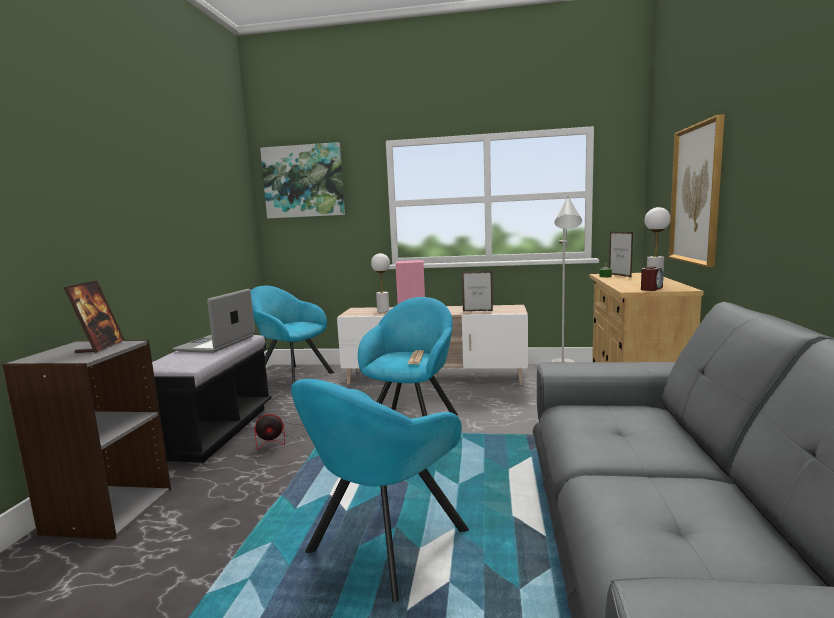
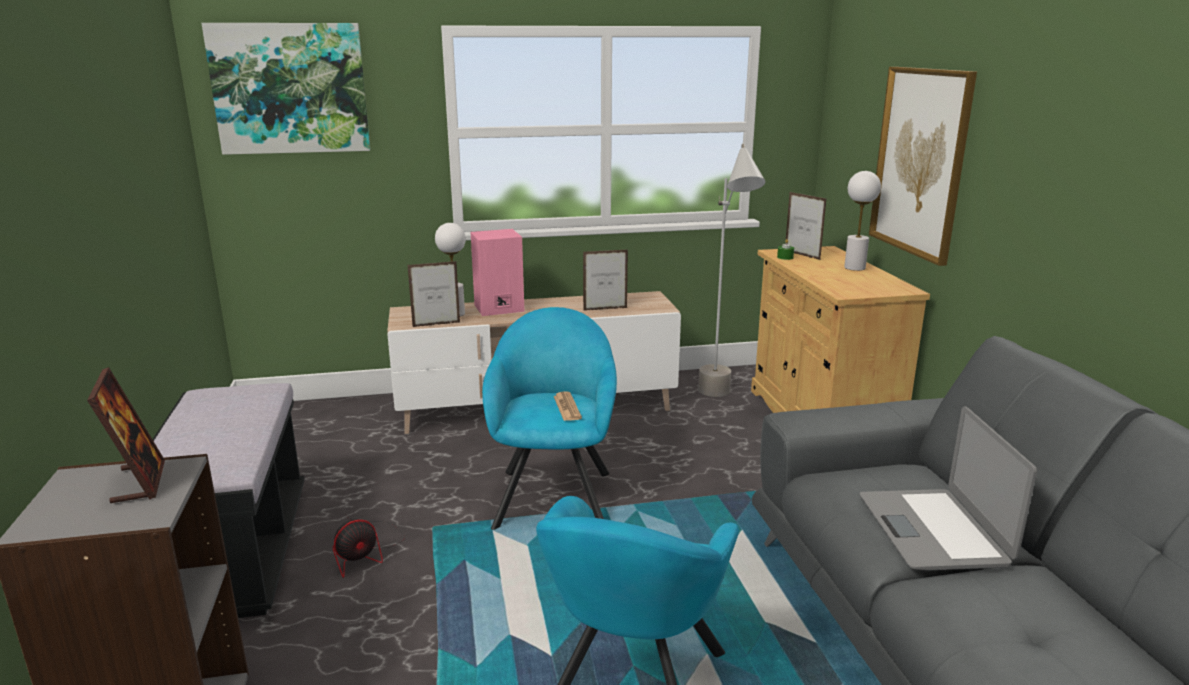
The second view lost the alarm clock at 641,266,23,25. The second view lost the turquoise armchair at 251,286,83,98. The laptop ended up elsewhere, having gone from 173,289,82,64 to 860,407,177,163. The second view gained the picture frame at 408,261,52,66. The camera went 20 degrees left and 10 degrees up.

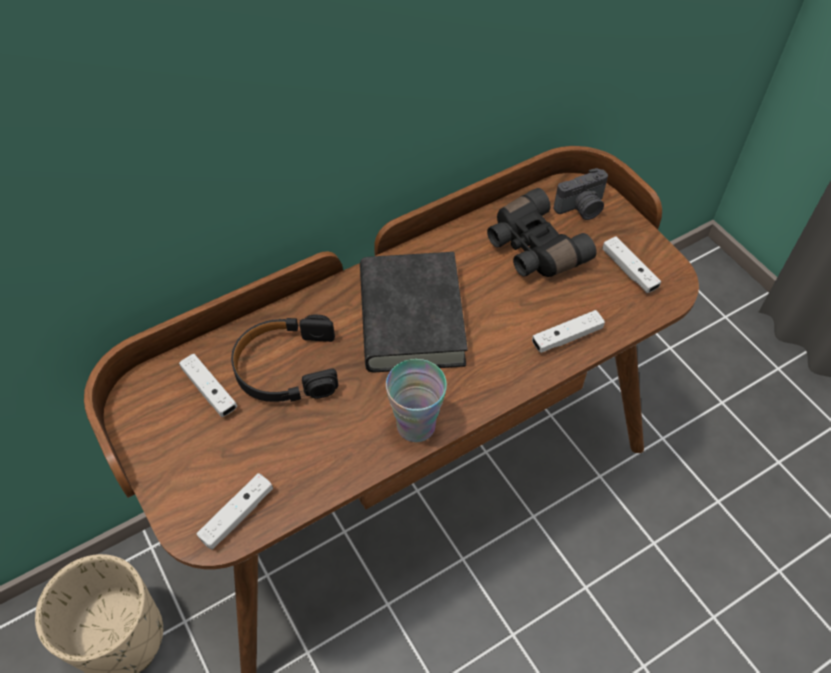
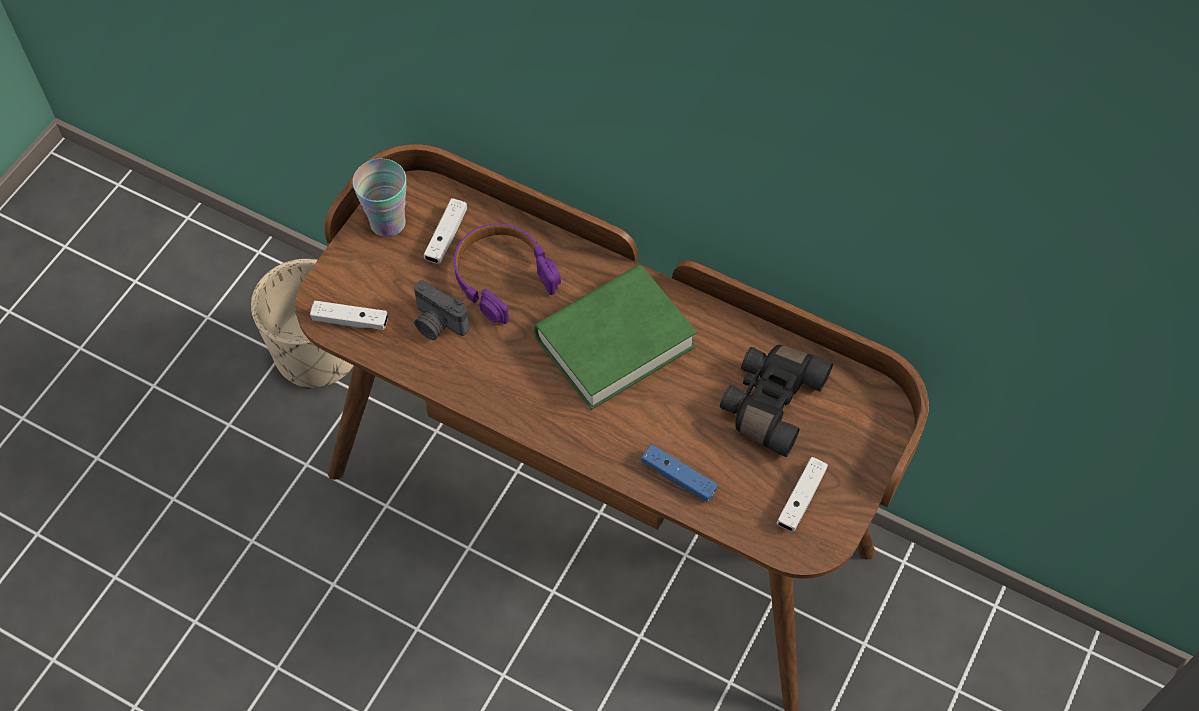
The photo camera ended up elsewhere, having gone from 554,168,54,52 to 414,280,56,60. What was the black book at 360,252,108,120 turned into the green book at 534,264,163,146. What was the white game controller at 532,310,73,43 turned into the blue game controller at 641,444,77,58. What was the black headphones at 231,315,107,87 turned into the purple headphones at 454,223,107,101. The cup ended up elsewhere, having gone from 386,359,61,83 to 352,159,54,78. The camera went 60 degrees right and 5 degrees up.

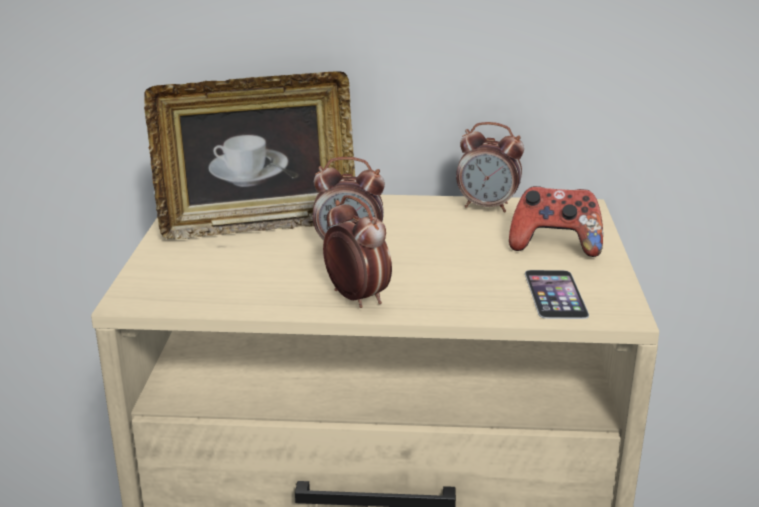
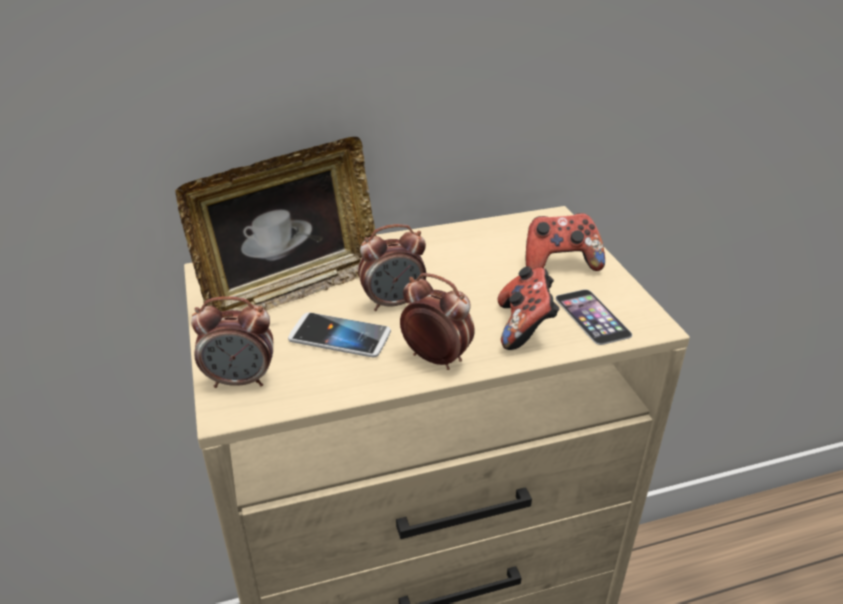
The alarm clock ended up elsewhere, having gone from 456,122,68,90 to 191,296,82,92. The second view gained the game controller at 498,266,61,84. The second view gained the phone at 288,312,103,46. The camera went 20 degrees left and 10 degrees up.

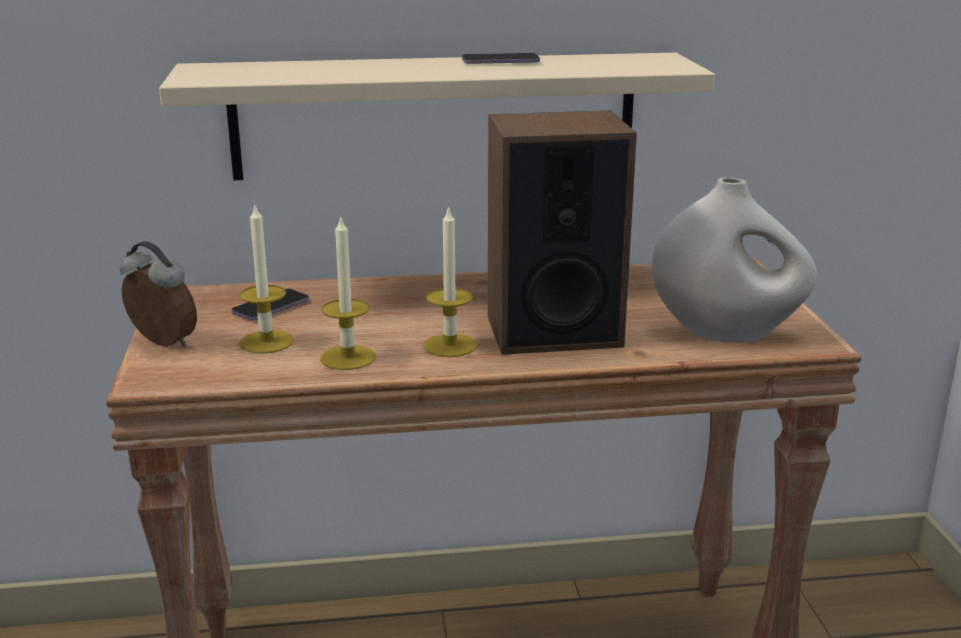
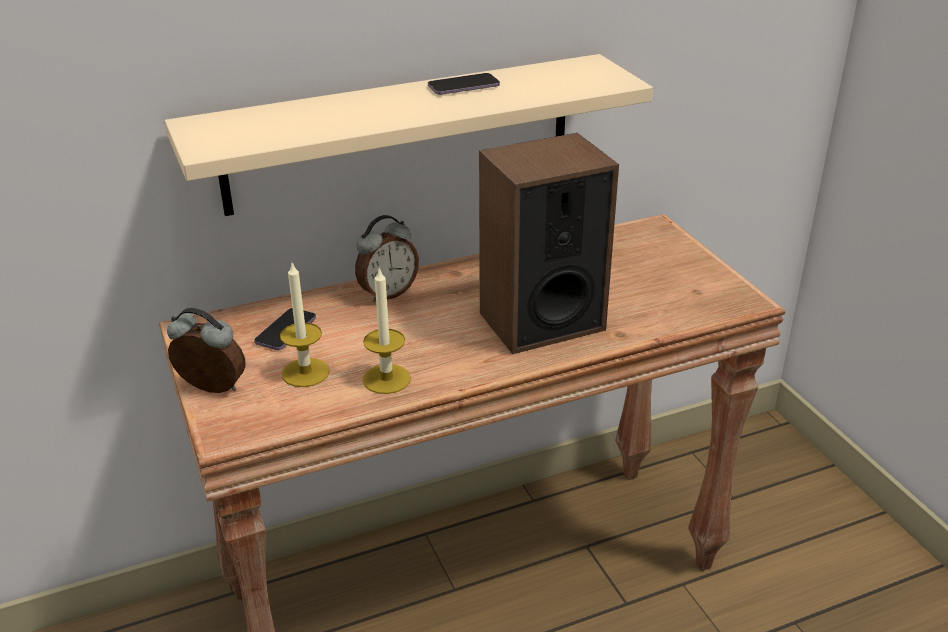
The second view lost the white vase at 652,177,165,166. The second view lost the candle at 423,206,54,151. The second view gained the alarm clock at 355,215,64,87. The camera went 15 degrees left and 10 degrees up.

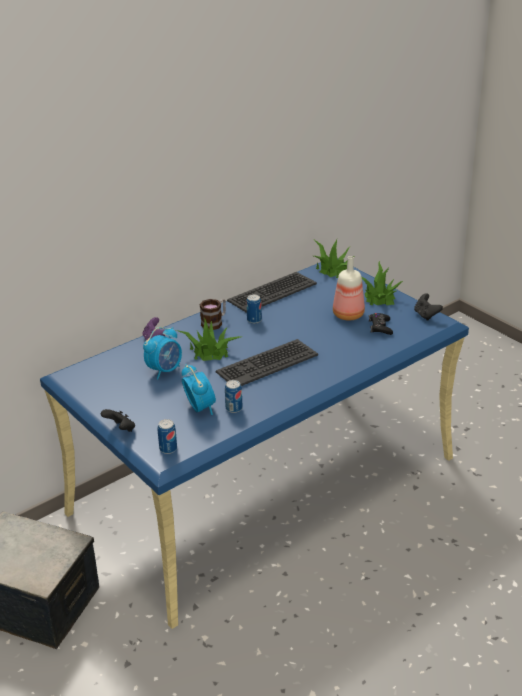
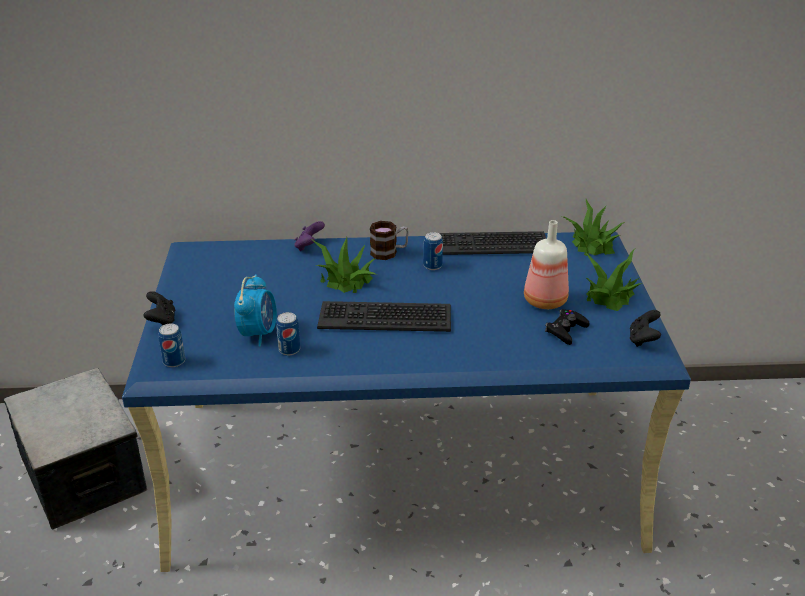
The second view lost the alarm clock at 143,327,39,52. The camera went 35 degrees right and 0 degrees up.

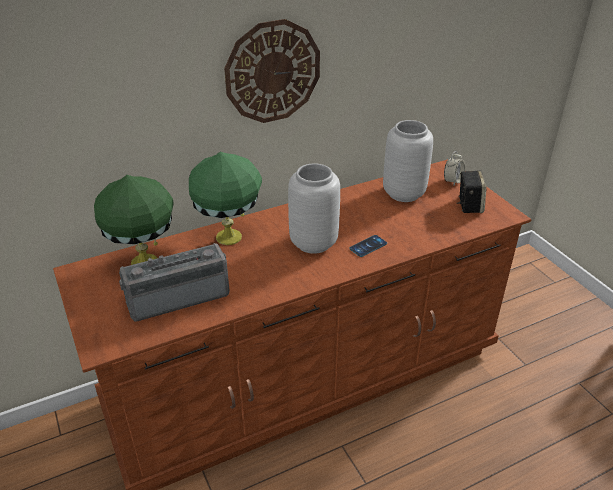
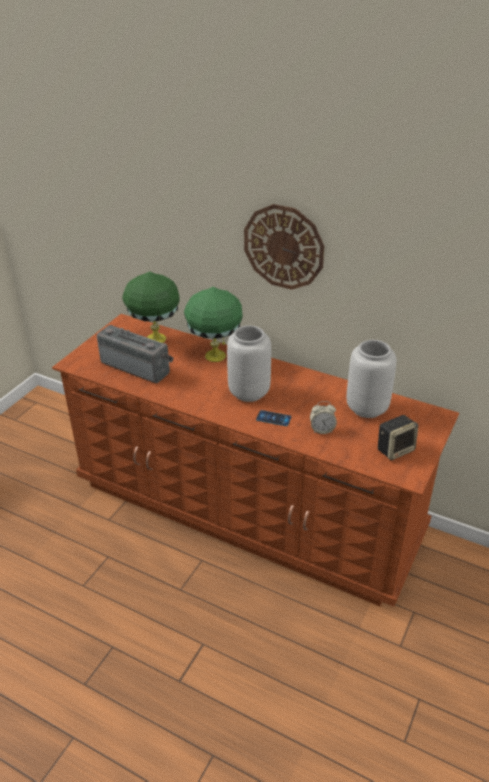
The alarm clock ended up elsewhere, having gone from 444,151,21,34 to 310,401,27,33. The camera went 55 degrees right and 0 degrees up.

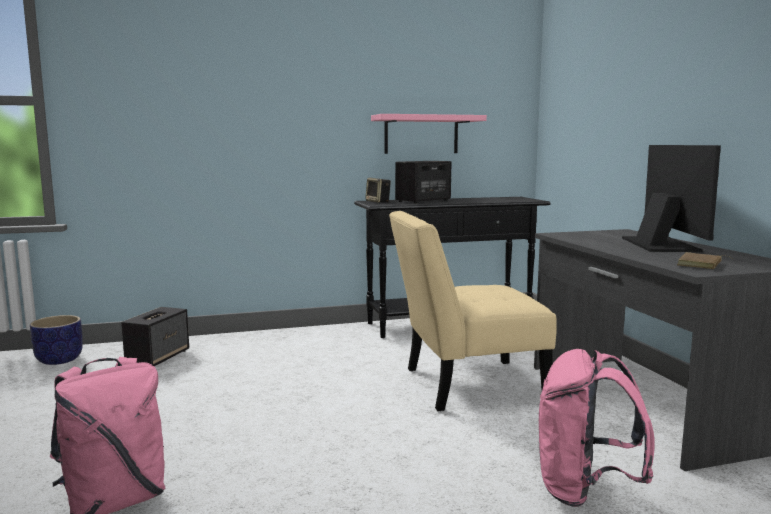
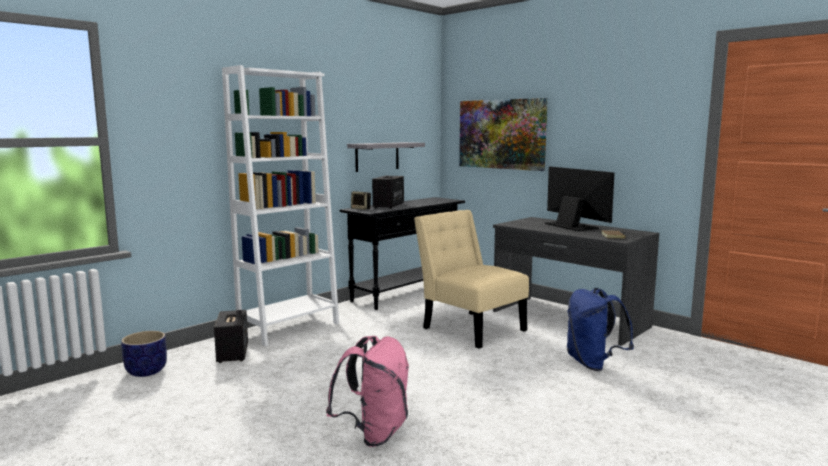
What was the pink shelf at 371,114,116,40 turned into the grey shelf at 347,142,78,30. The beige chair at 389,211,168,200 ended up facing another way, 90 degrees clockwise from before. What was the pink backpack at 539,349,116,158 turned into the blue backpack at 567,288,67,83. The second view gained the white bookcase at 222,65,117,281. The second view gained the picture at 459,98,89,73. The camera went 30 degrees left and 0 degrees up.

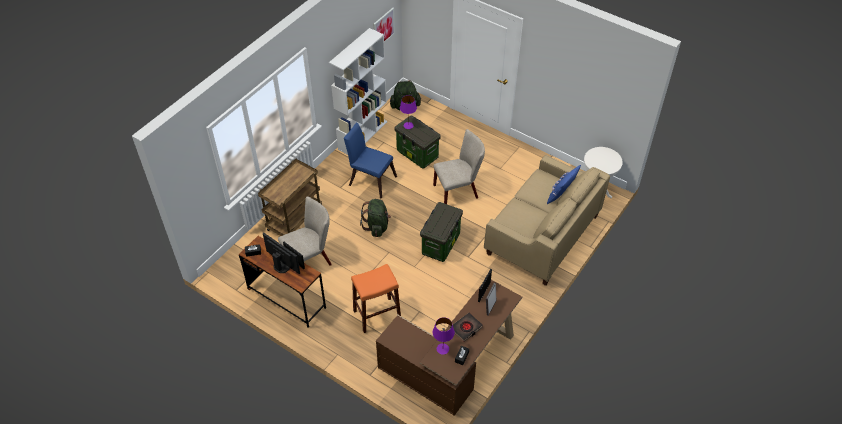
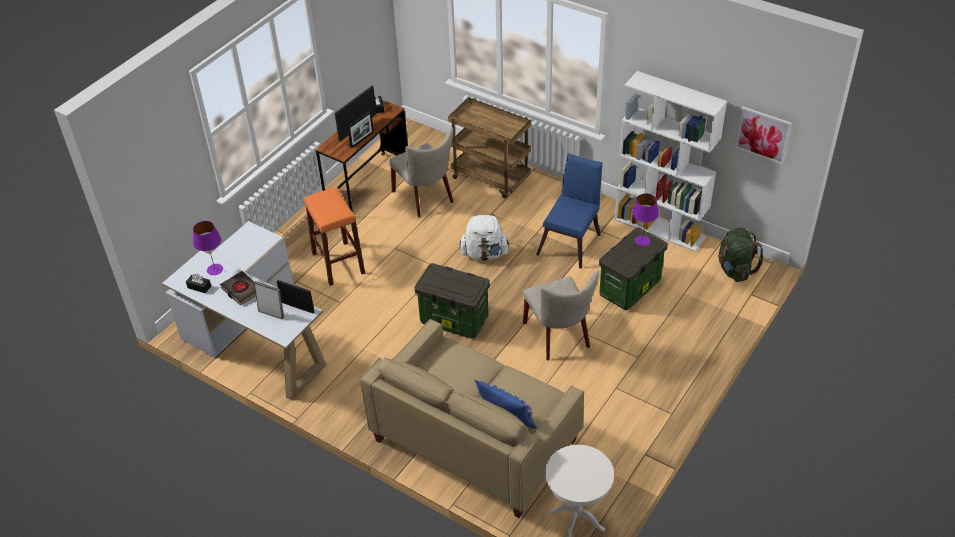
What was the green backpack at 360,199,31,38 turned into the white backpack at 460,214,50,47. What was the brown desk at 376,280,146,136 turned into the white desk at 162,221,165,180. The camera went 90 degrees right and 5 degrees down.

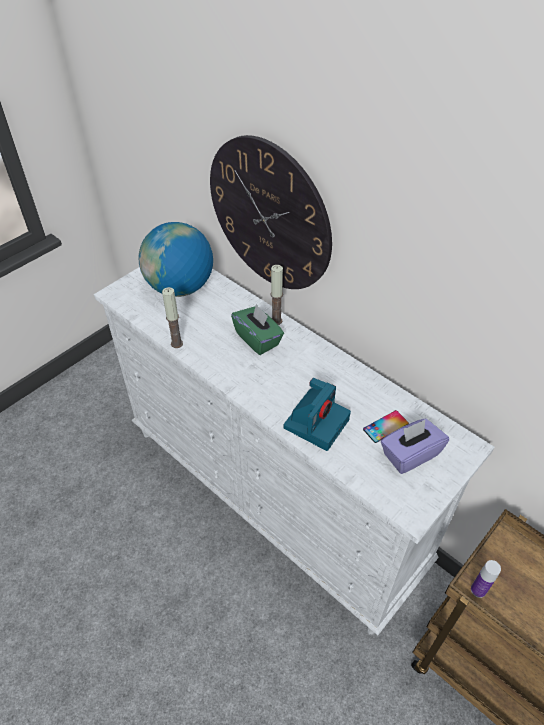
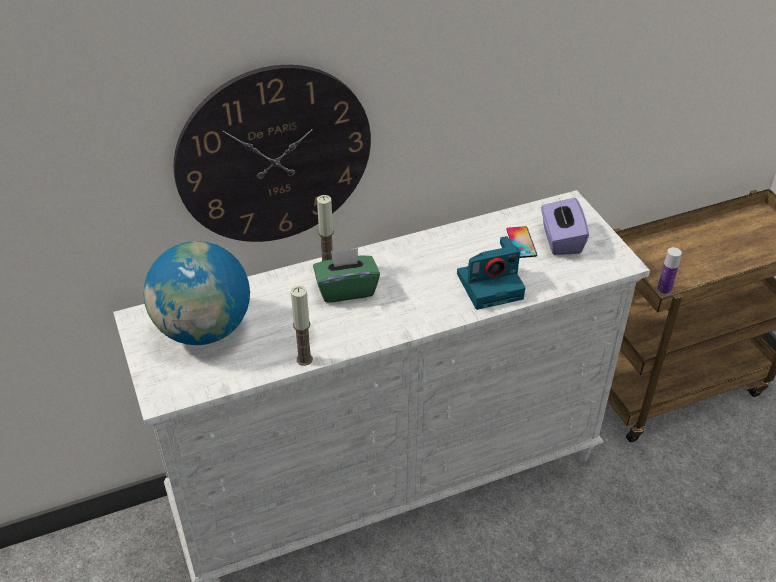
The photo camera at 283,378,68,73 ended up facing another way, 105 degrees clockwise from before. The camera went 65 degrees left and 5 degrees down.

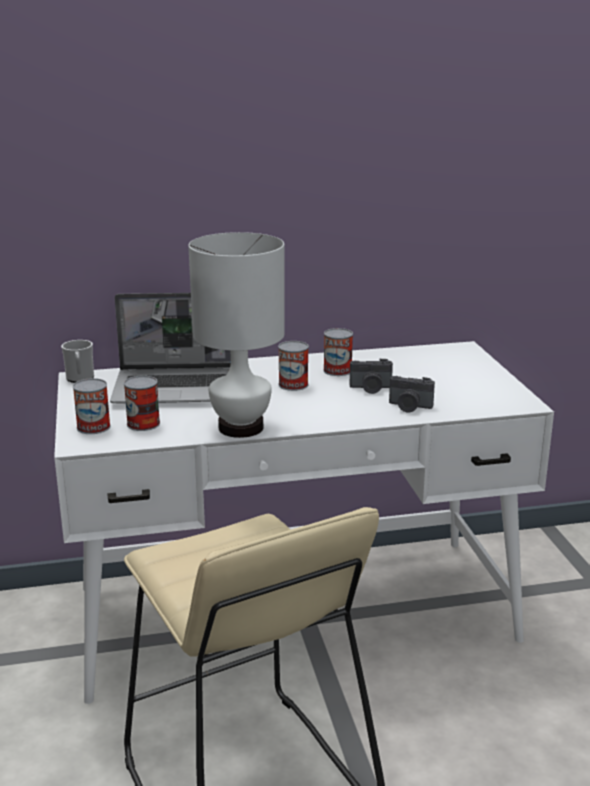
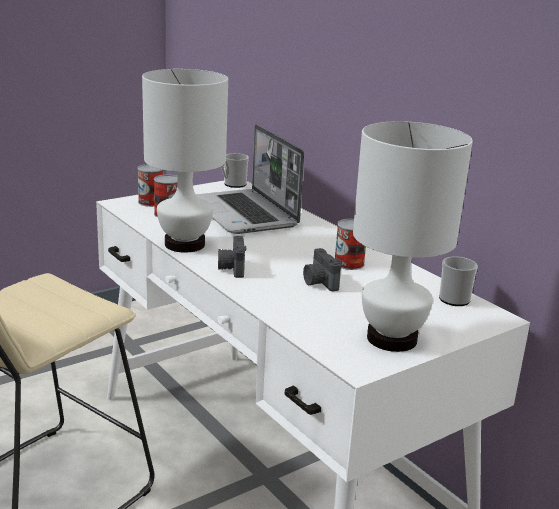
The second view lost the can at 278,341,31,50. The photo camera ended up elsewhere, having gone from 389,376,46,36 to 218,236,29,42. The second view gained the white table lamp at 353,121,120,231. The second view gained the mug at 439,257,39,49. The camera went 65 degrees right and 0 degrees up.

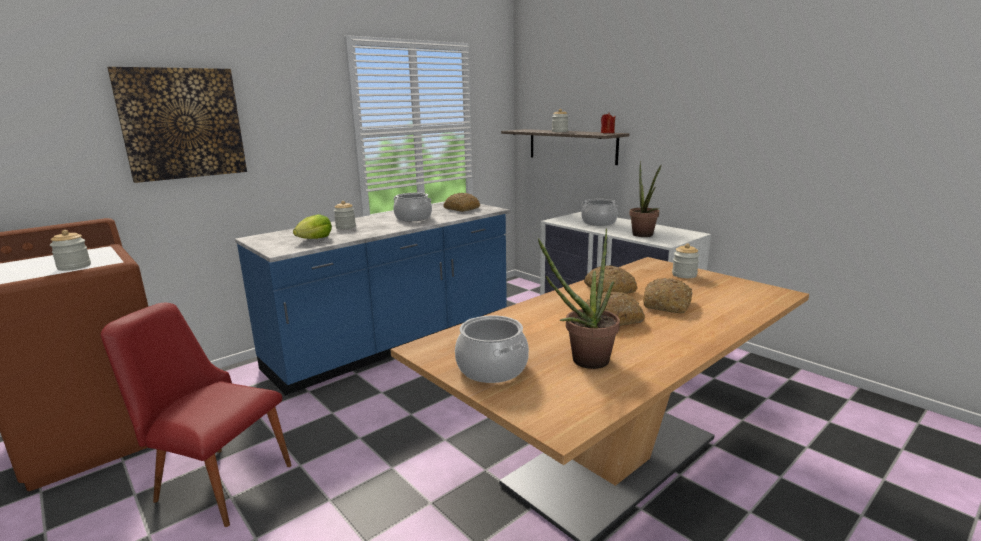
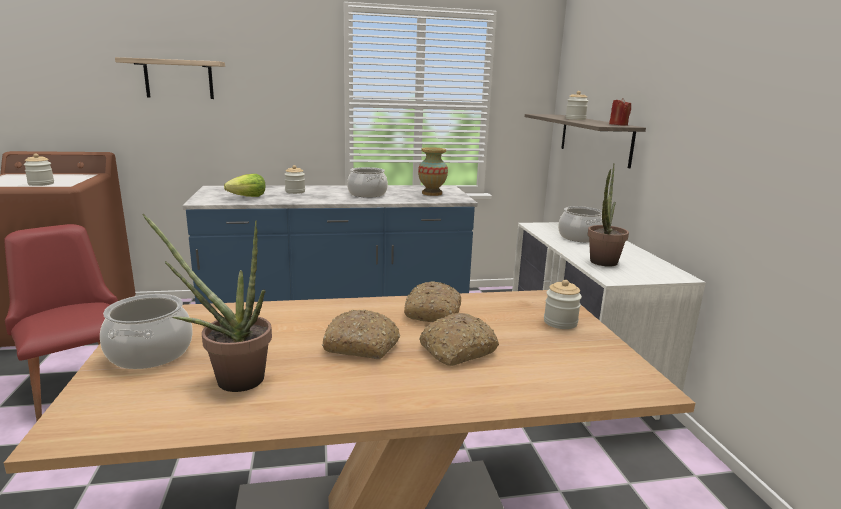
Where the picture hung at 107,67,140,116, the shelf came to hang at 115,57,110,42. Where the bread stood at 443,193,37,19, the vase came to stand at 418,147,30,49. The camera went 30 degrees right and 0 degrees up.

